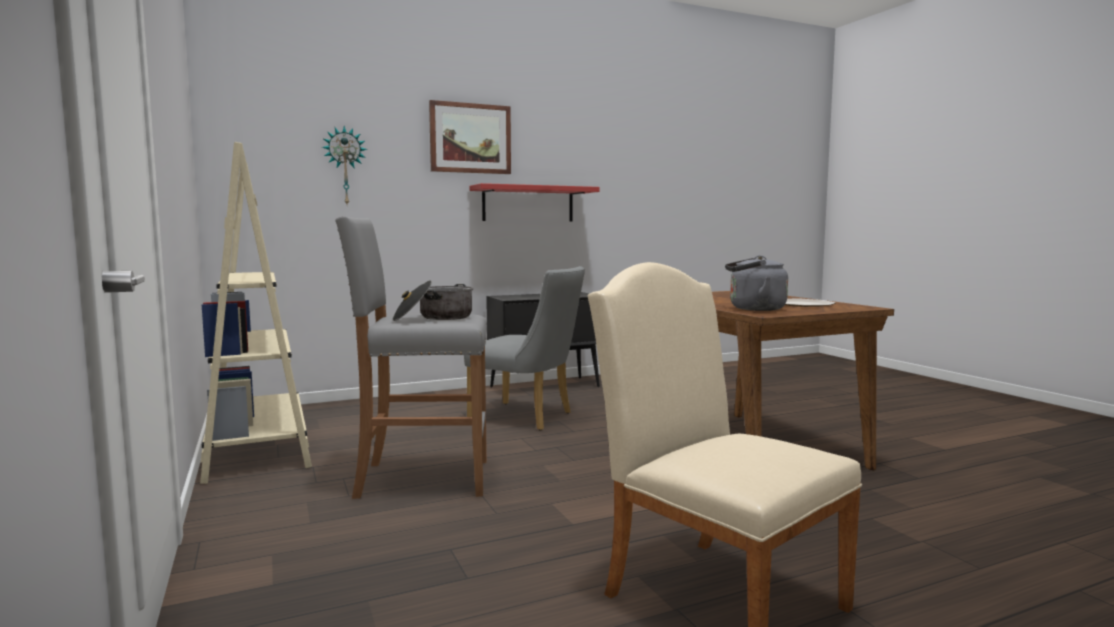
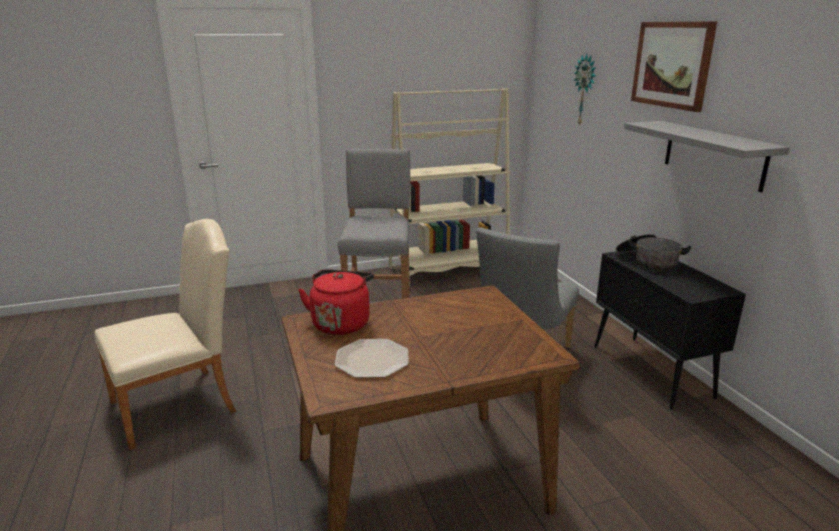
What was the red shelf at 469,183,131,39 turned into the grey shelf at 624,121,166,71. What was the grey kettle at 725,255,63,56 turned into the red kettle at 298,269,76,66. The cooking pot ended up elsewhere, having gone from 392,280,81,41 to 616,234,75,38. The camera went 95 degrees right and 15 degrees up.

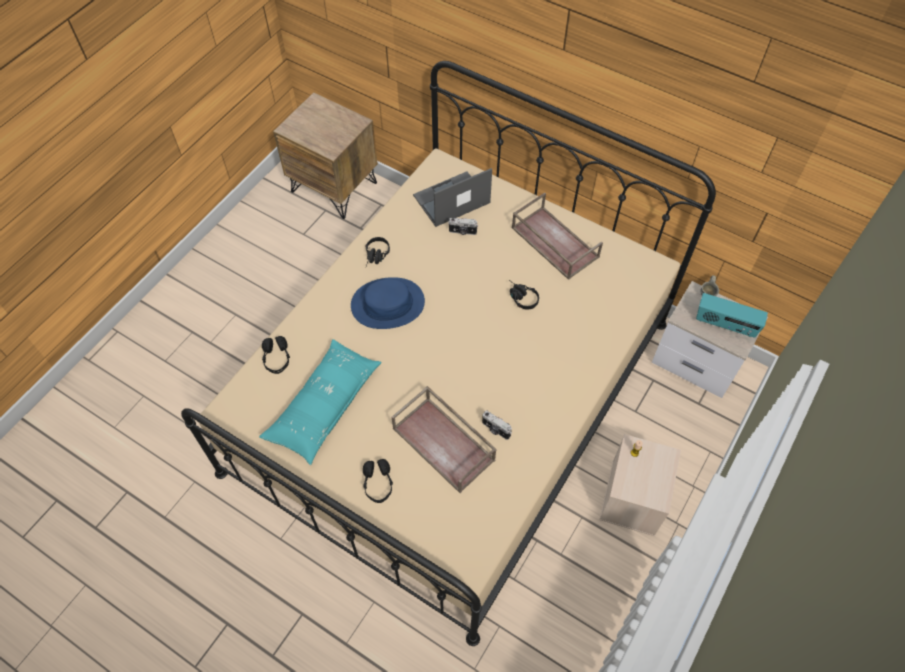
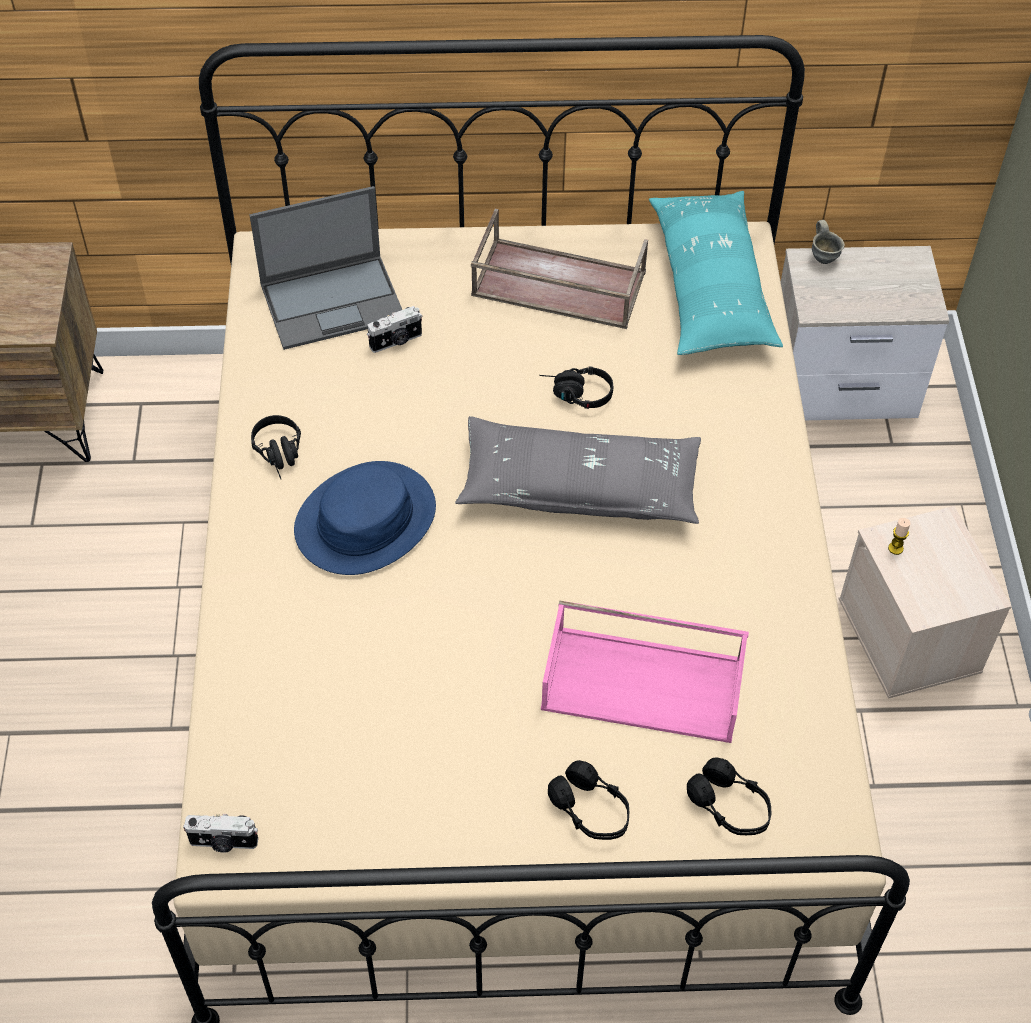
The laptop at 413,168,79,59 ended up facing another way, 135 degrees counterclockwise from before. The second view lost the radio at 696,293,72,45. The black headphones ended up elsewhere, having gone from 262,336,28,38 to 687,757,85,78. The turquoise pillow ended up elsewhere, having gone from 259,339,123,126 to 649,191,134,164. What was the brown tray at 392,386,105,107 turned into the pink tray at 541,600,208,143. The photo camera ended up elsewhere, having gone from 482,410,30,30 to 183,814,75,39. The second view gained the grey pillow at 455,416,246,108. The camera went 35 degrees left and 5 degrees down.

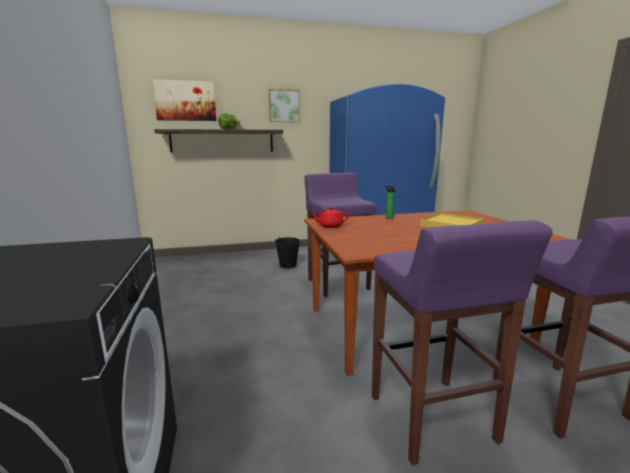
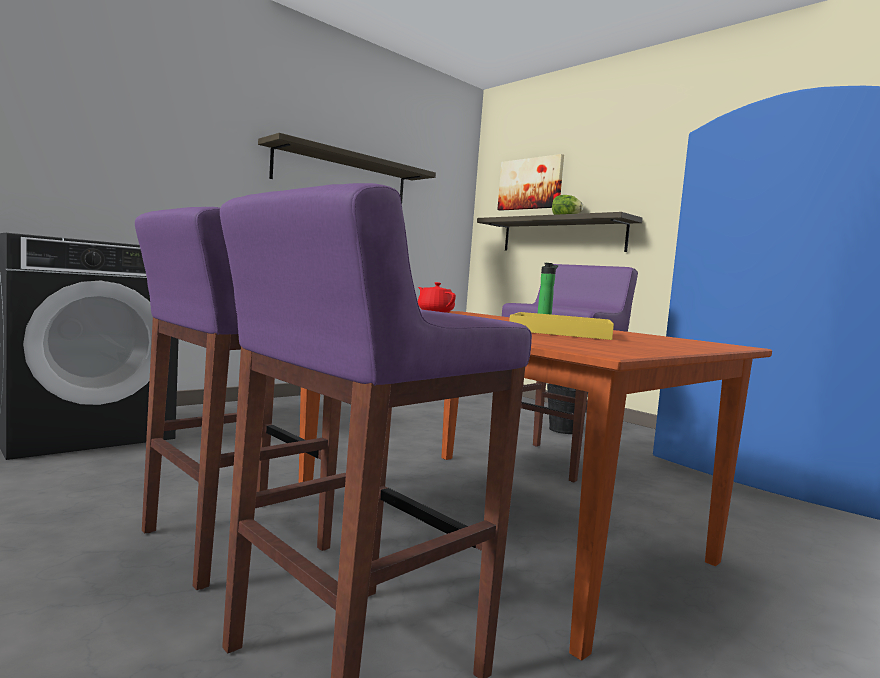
The second view lost the picture at 269,89,31,33. The second view gained the shelf at 258,133,178,70. The camera went 60 degrees right and 10 degrees down.

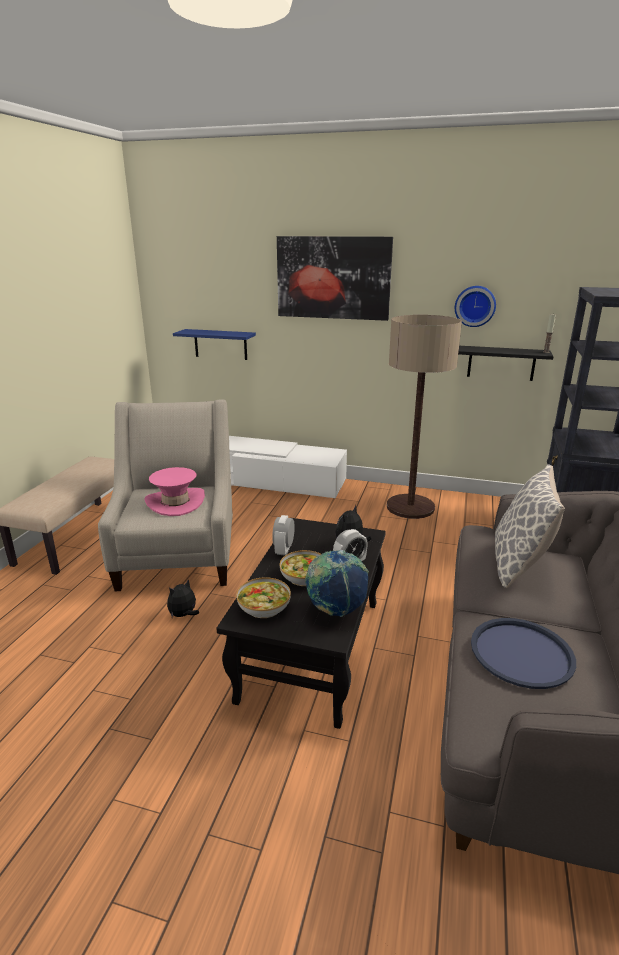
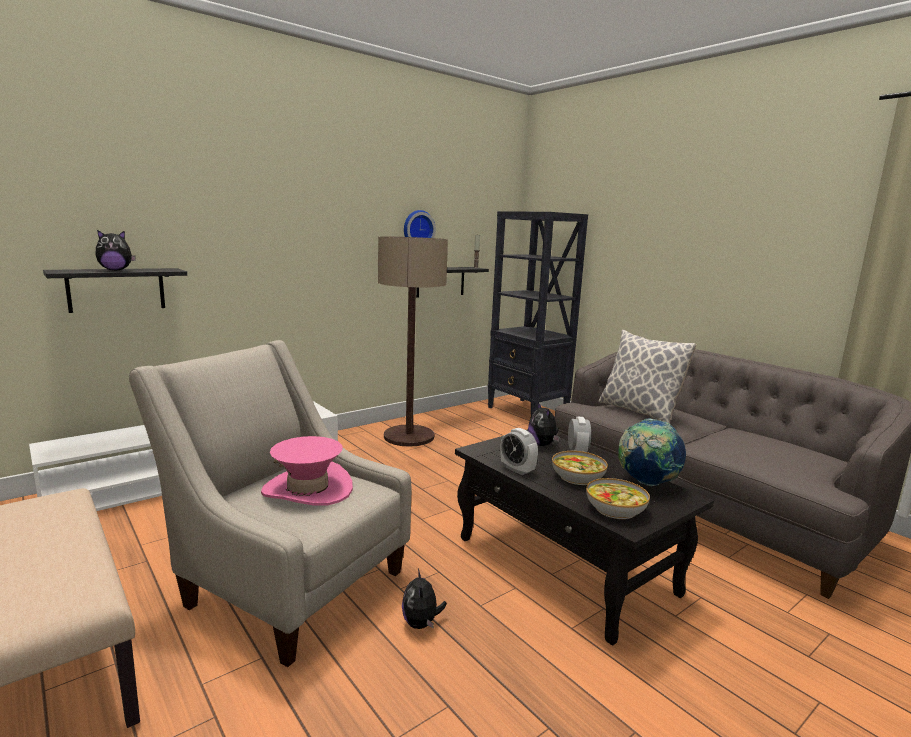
The second view lost the picture at 277,236,116,85. What was the blue shelf at 173,329,83,31 turned into the black shelf at 43,268,144,45. The second view lost the blue tray at 471,618,105,71. The second view gained the plush toy at 95,230,41,41. The camera went 55 degrees left and 10 degrees down.

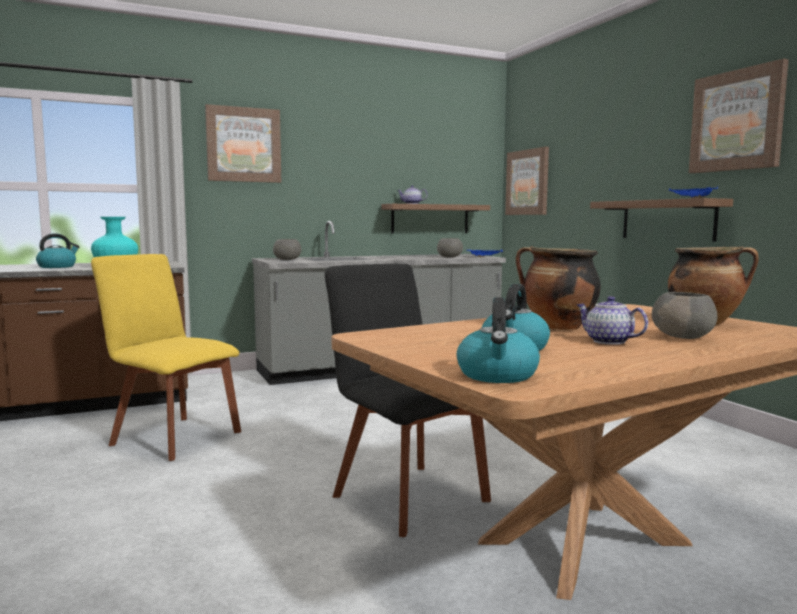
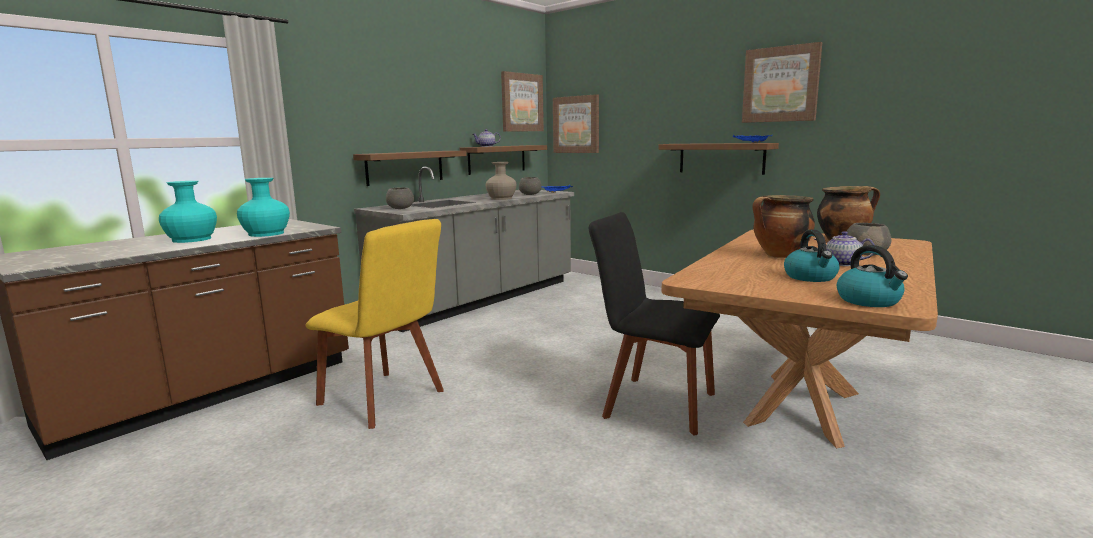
The picture ended up elsewhere, having gone from 205,104,76,79 to 501,71,43,61. Where the kettle stood at 36,233,44,35, the turquoise vase came to stand at 159,181,58,62. The yellow chair at 91,254,150,207 ended up facing another way, 150 degrees counterclockwise from before. The second view gained the shelf at 353,151,114,35. The second view gained the beige vase at 486,162,30,38. The camera went 25 degrees left and 5 degrees up.

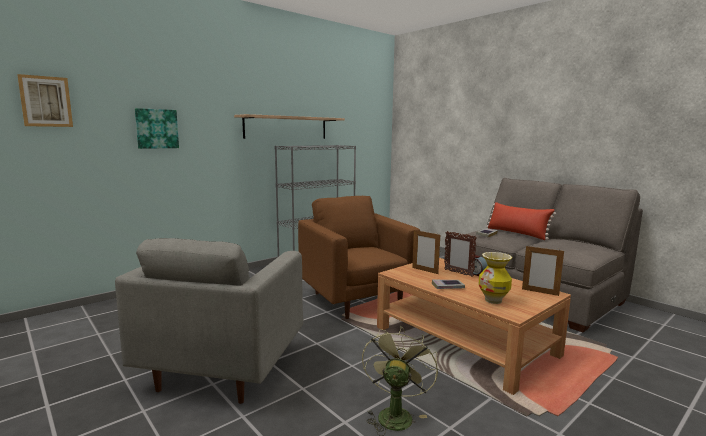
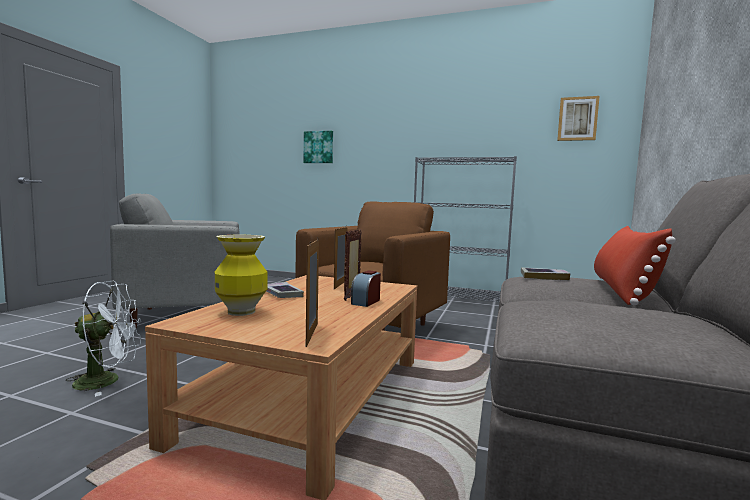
The picture ended up elsewhere, having gone from 17,74,56,53 to 557,96,43,45. The second view lost the shelf at 234,114,111,25. What was the green fan at 362,329,76,107 turned into the white fan at 65,281,76,116. The camera went 60 degrees right and 5 degrees down.

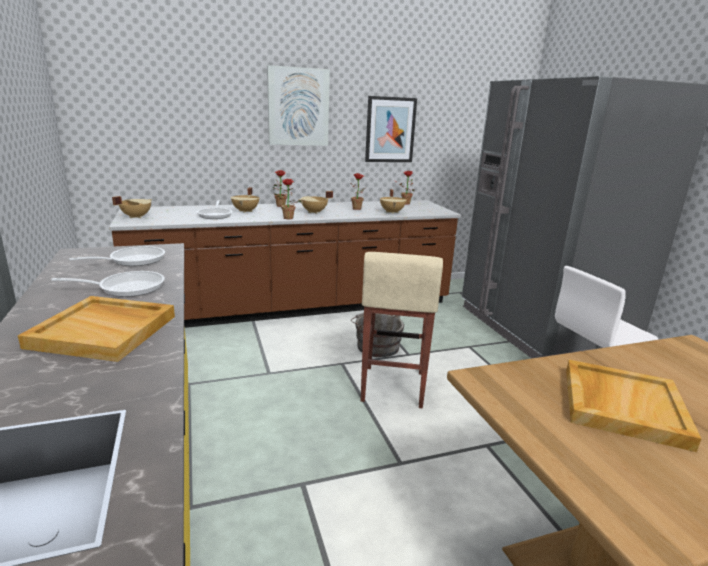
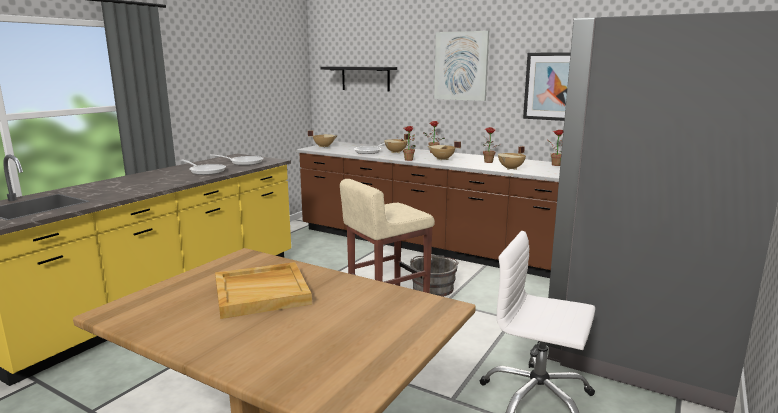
The second view lost the beige tray at 18,296,157,66. The second view gained the black shelf at 320,66,77,26. The camera went 50 degrees right and 5 degrees down.

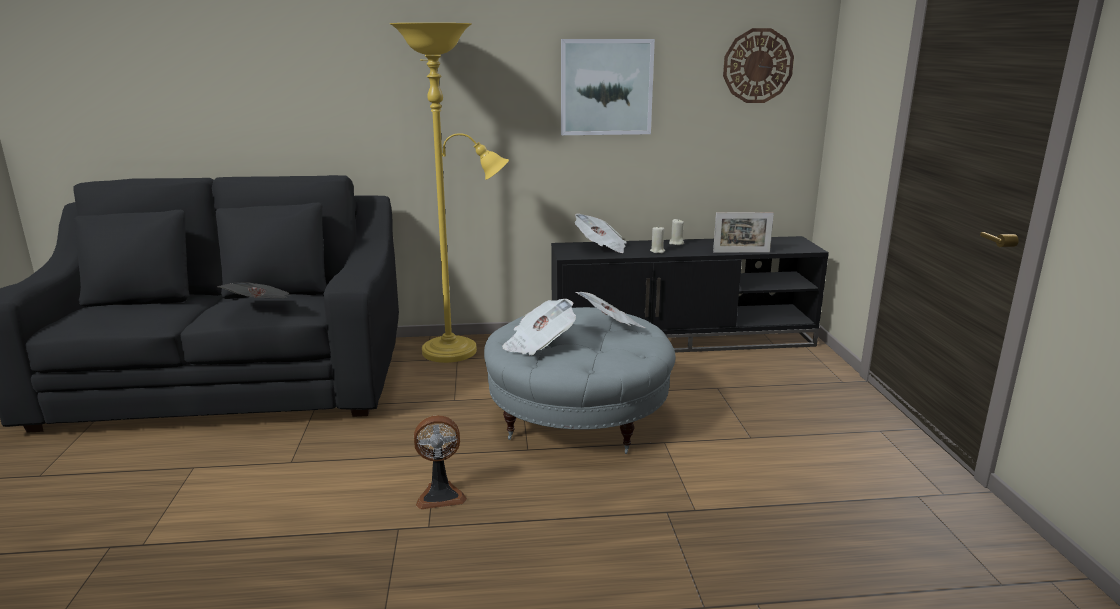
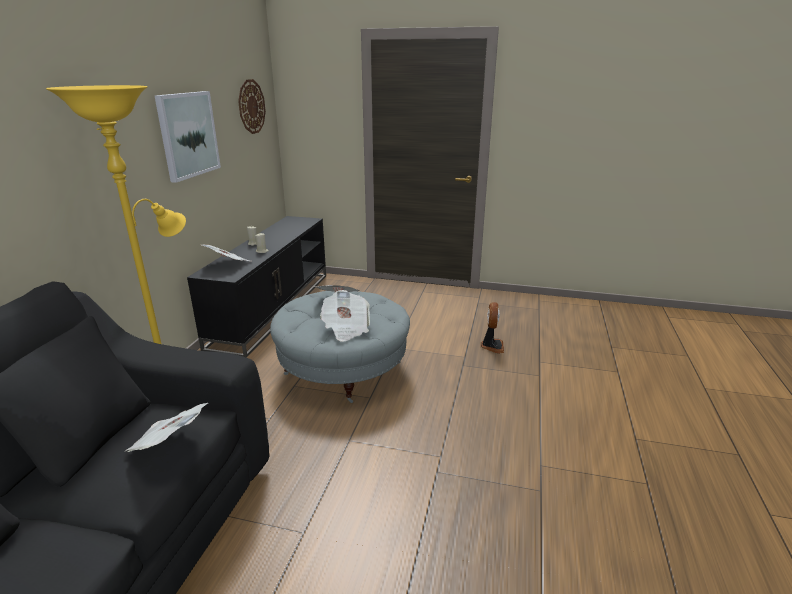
The second view lost the picture frame at 713,212,61,41. The fan ended up elsewhere, having gone from 414,415,53,95 to 481,302,23,52. The camera went 70 degrees left and 5 degrees up.

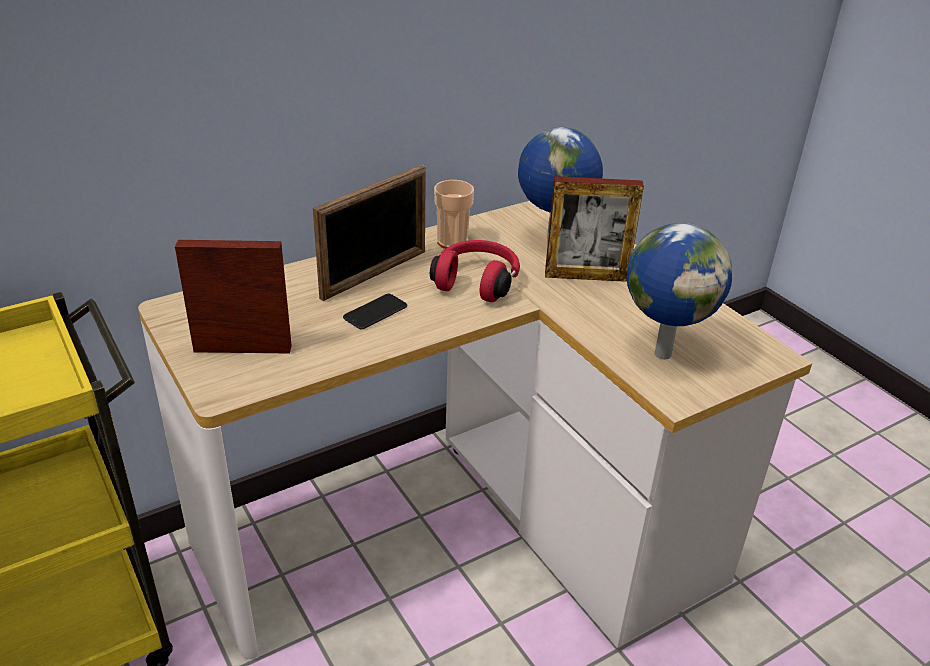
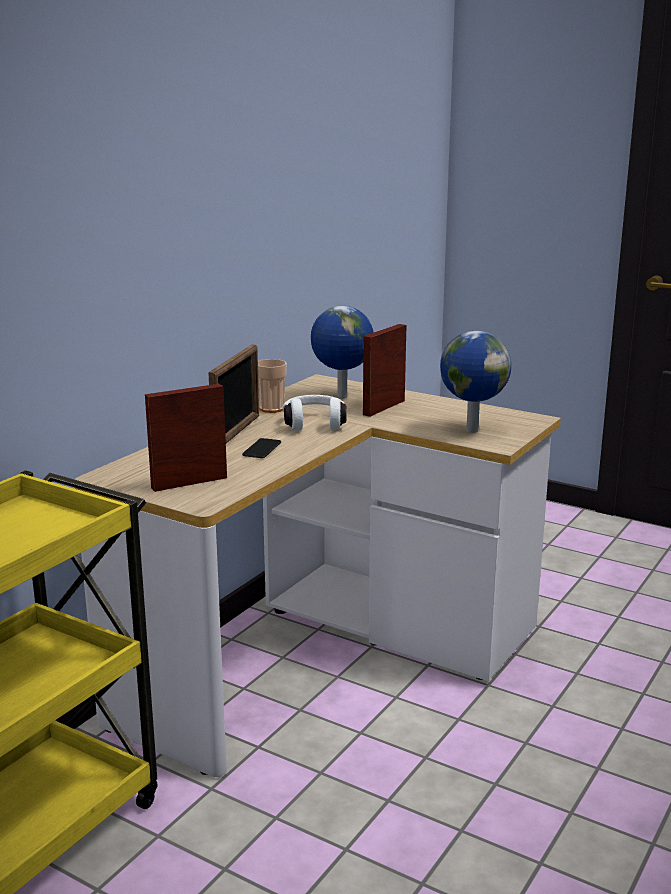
The picture frame at 545,176,99,106 ended up facing another way, 150 degrees clockwise from before. What was the red headphones at 430,240,90,62 turned into the white headphones at 282,395,65,36. The camera went 25 degrees left and 15 degrees down.

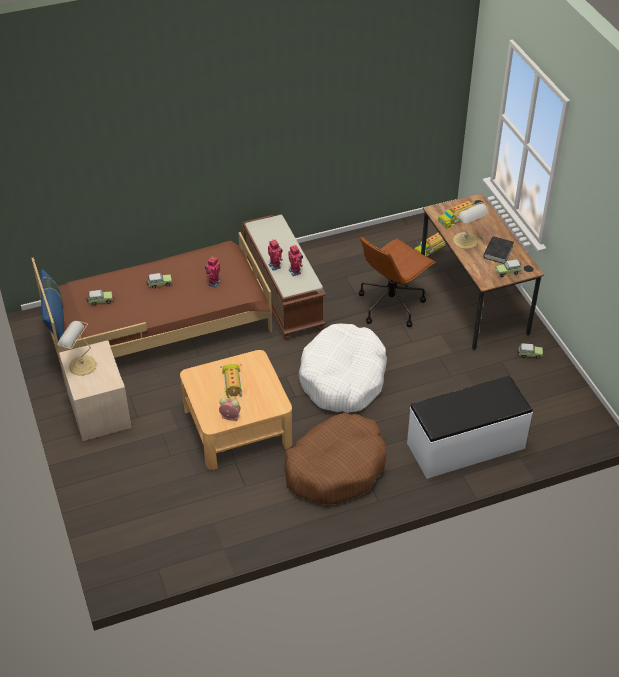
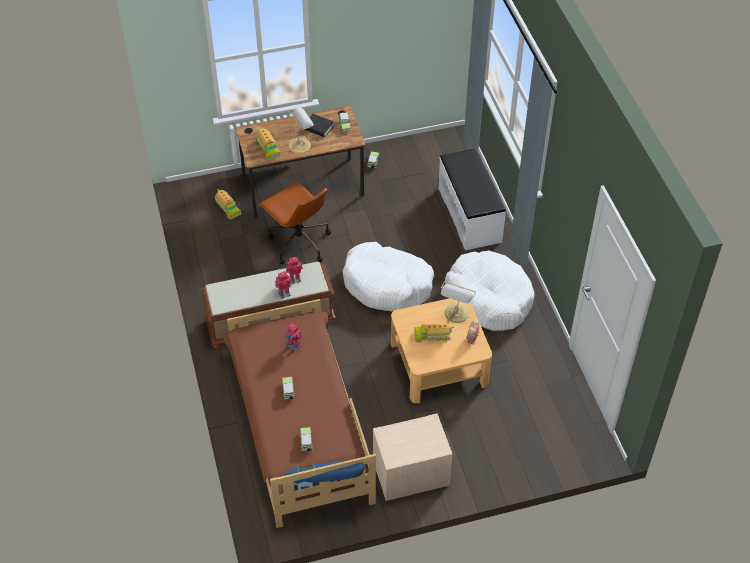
The table lamp ended up elsewhere, having gone from 57,321,39,55 to 441,281,35,42. What was the brown dog bed at 284,413,103,91 turned into the white dog bed at 445,250,90,81. The camera went 85 degrees left and 5 degrees up.

